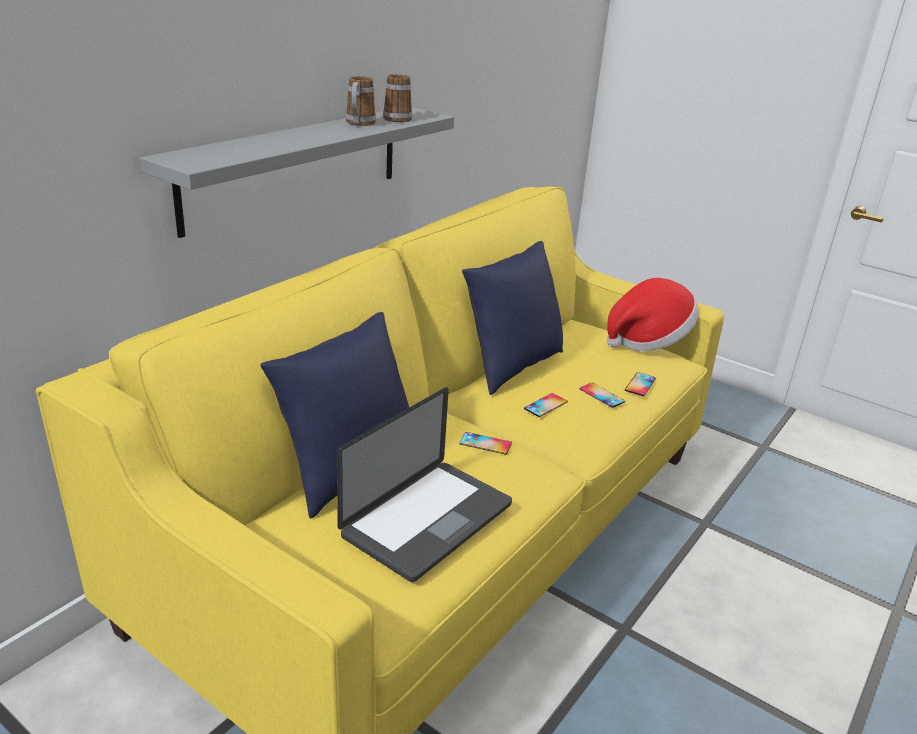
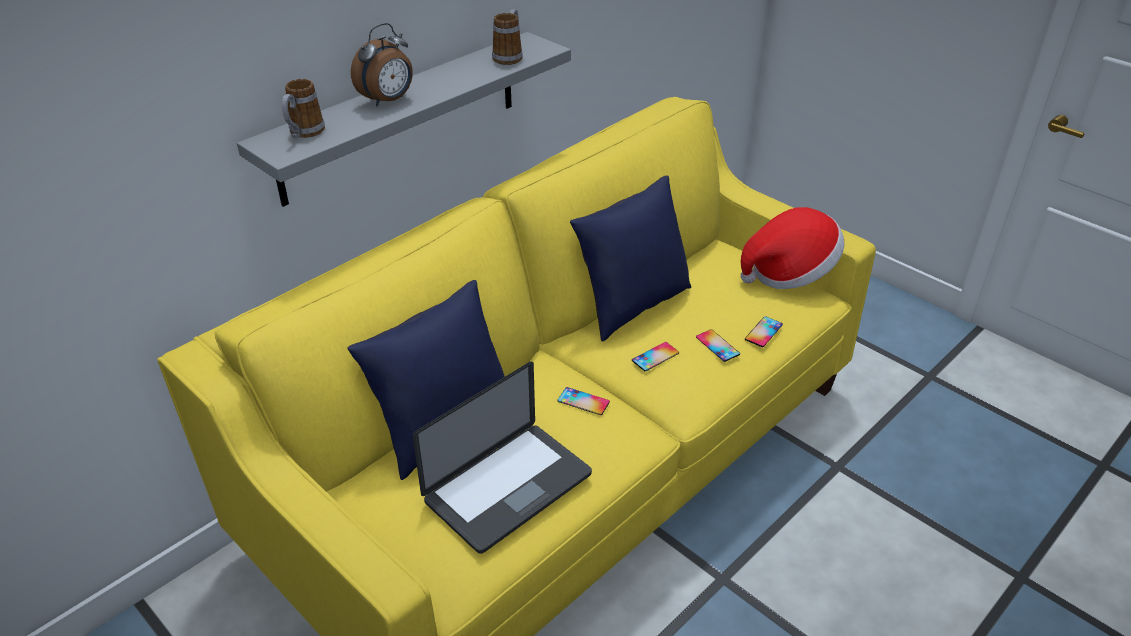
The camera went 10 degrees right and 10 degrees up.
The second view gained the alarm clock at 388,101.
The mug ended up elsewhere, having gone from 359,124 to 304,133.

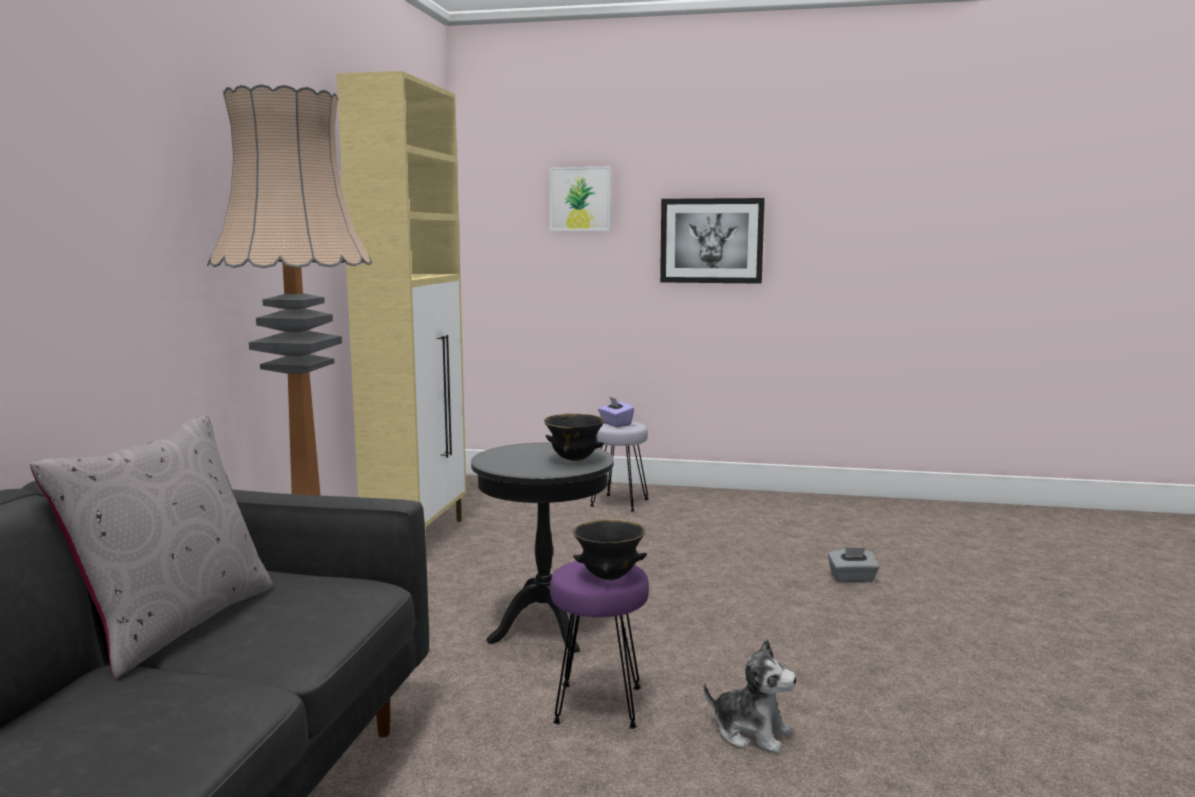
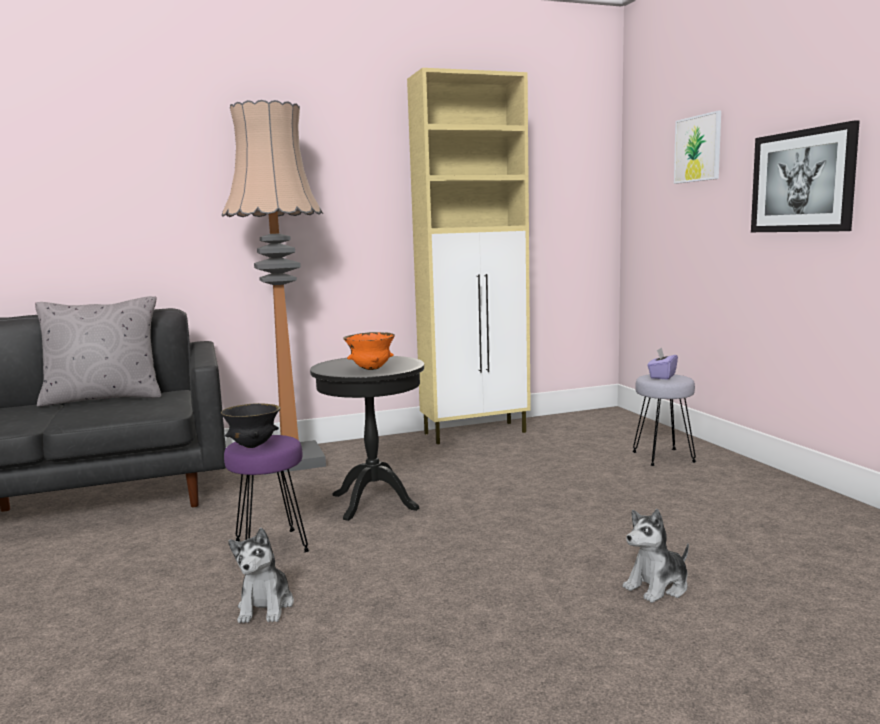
The camera went 60 degrees right and 0 degrees up.
Where the tissue box/grey stood at 852,579, the plush toy came to stand at 657,587.
What was the bowl/black at 573,460 turned into the bowl/orange at 371,369.

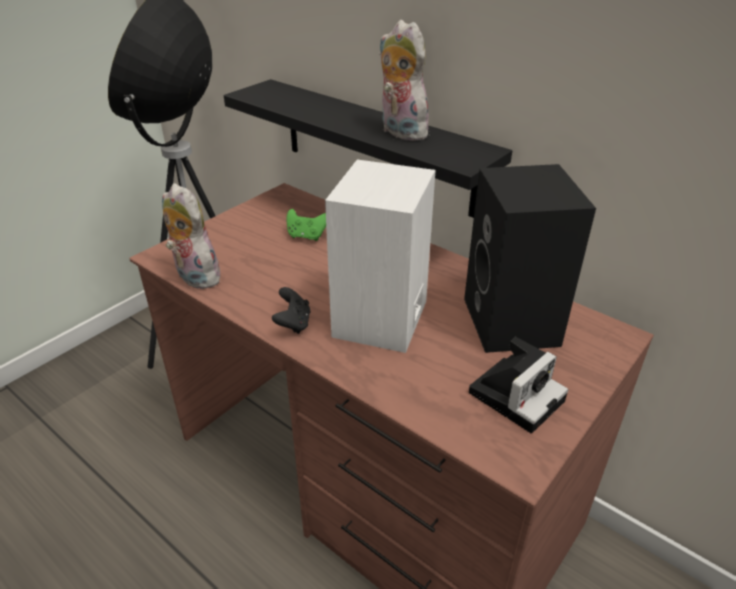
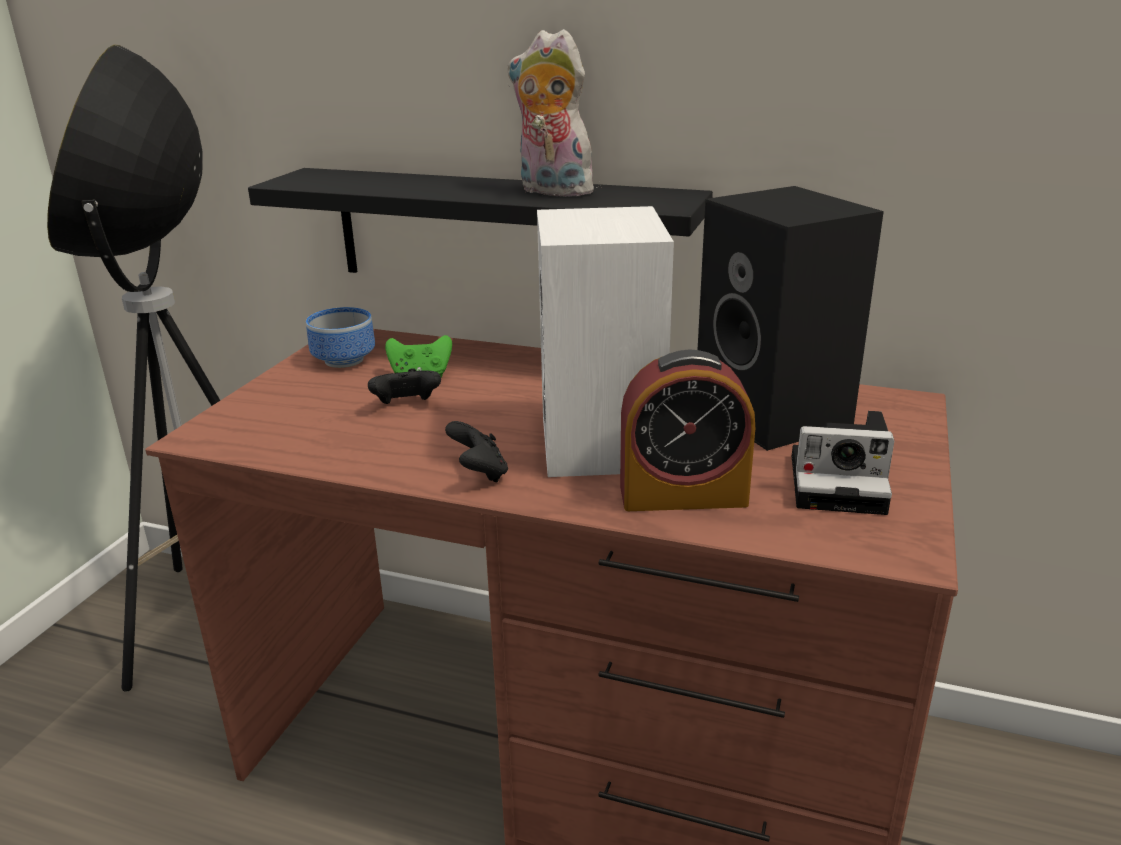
The camera went 20 degrees left and 10 degrees down.
The second view lost the plush toy at 194,277.
The second view gained the bowl at 341,360.
The second view gained the game controller/black at 406,406.
The second view gained the alarm clock at 683,495.
The photo camera at 517,394 ended up facing another way, 75 degrees clockwise from before.

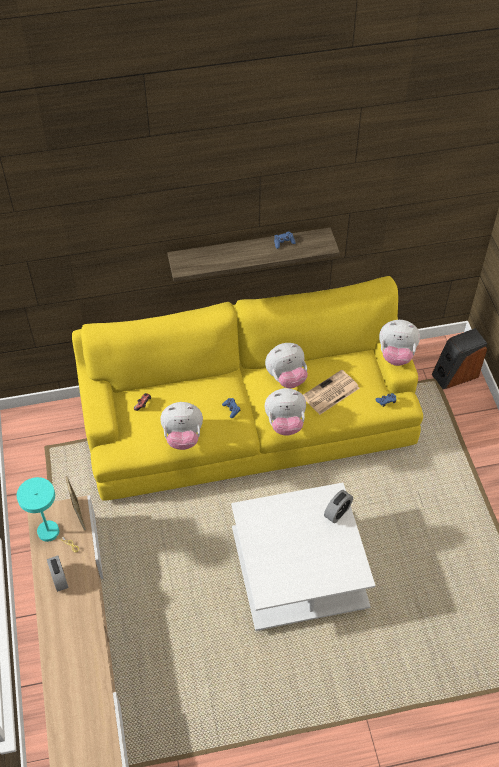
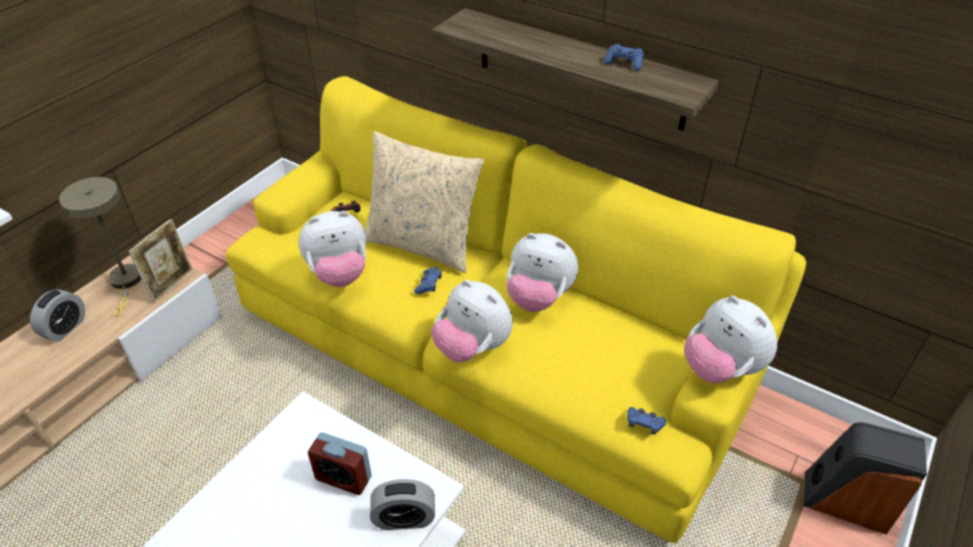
The camera went 45 degrees right and 10 degrees down.
The second view lost the newspaper at 330,393.
The second view gained the alarm clock at 343,478.
The second view gained the pillow/beige at 422,244.
What was the table lamp/turquoise at 52,533 turned into the table lamp/beige at 126,282.
The plush toy at 183,437 ended up facing another way, 60 degrees counterclockwise from before.

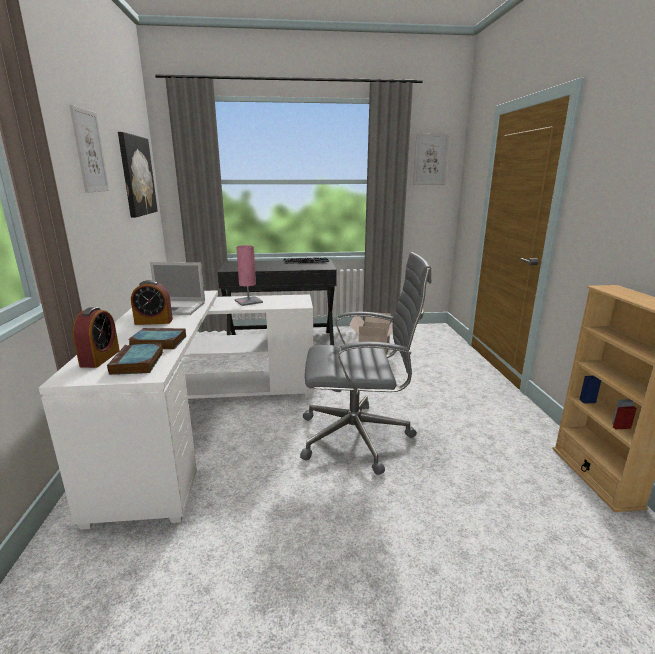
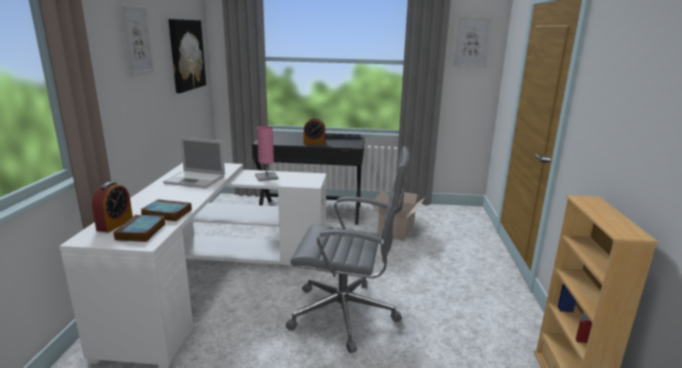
The camera went 10 degrees right and 0 degrees up.
The alarm clock ended up elsewhere, having gone from 154,321 to 314,143.

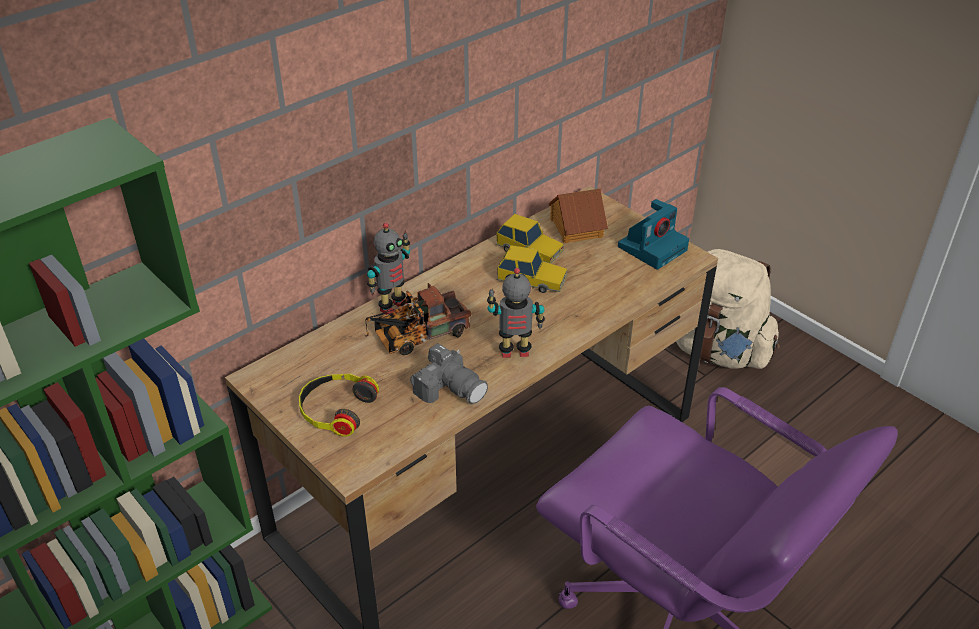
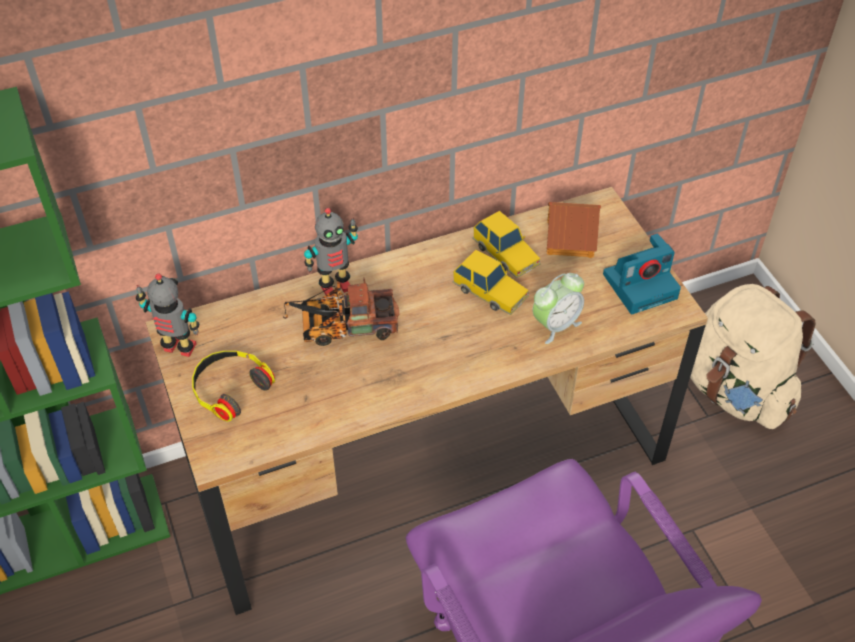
The camera went 20 degrees right and 10 degrees up.
The second view lost the photo camera at 450,388.
The second view gained the alarm clock at 555,325.
The toy robot ended up elsewhere, having gone from 515,353 to 179,349.

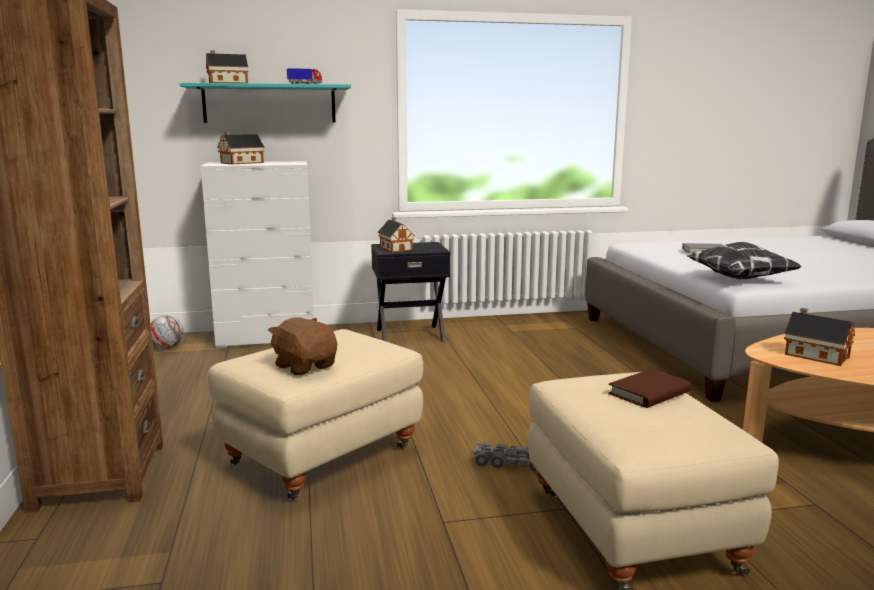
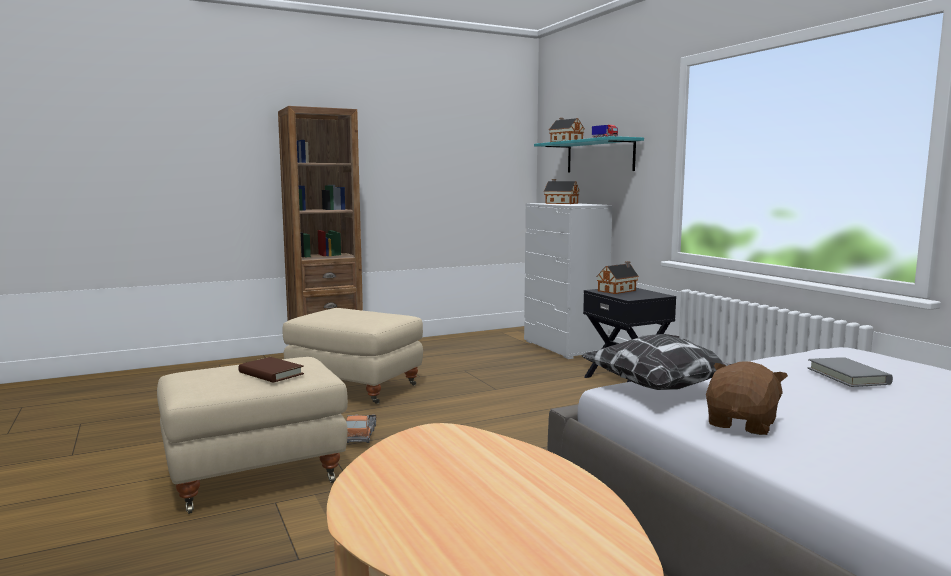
The camera went 75 degrees right and 5 degrees down.
The second view lost the football at 167,348.
The second view lost the toy house at 814,355.
The plush toy/brown ended up elsewhere, having gone from 305,366 to 742,424.

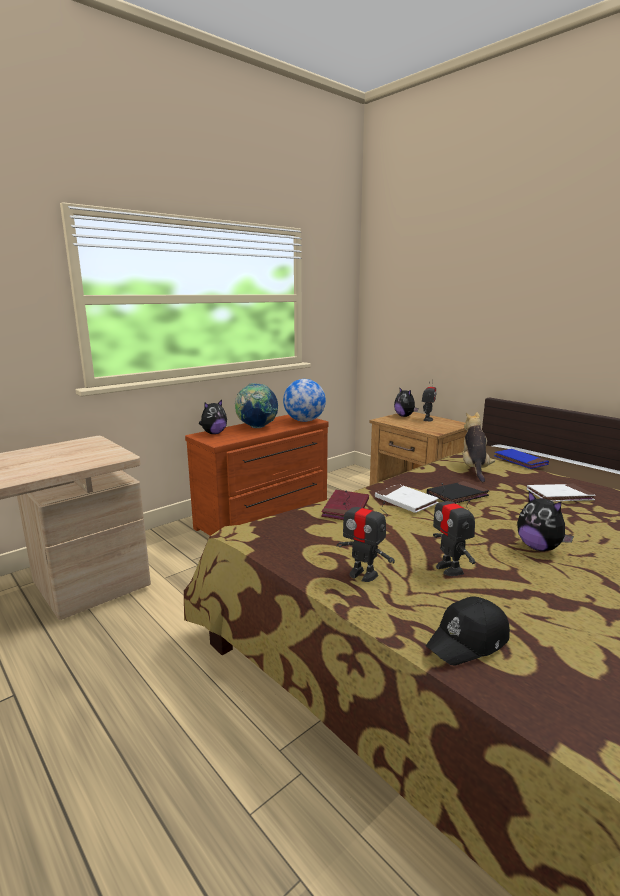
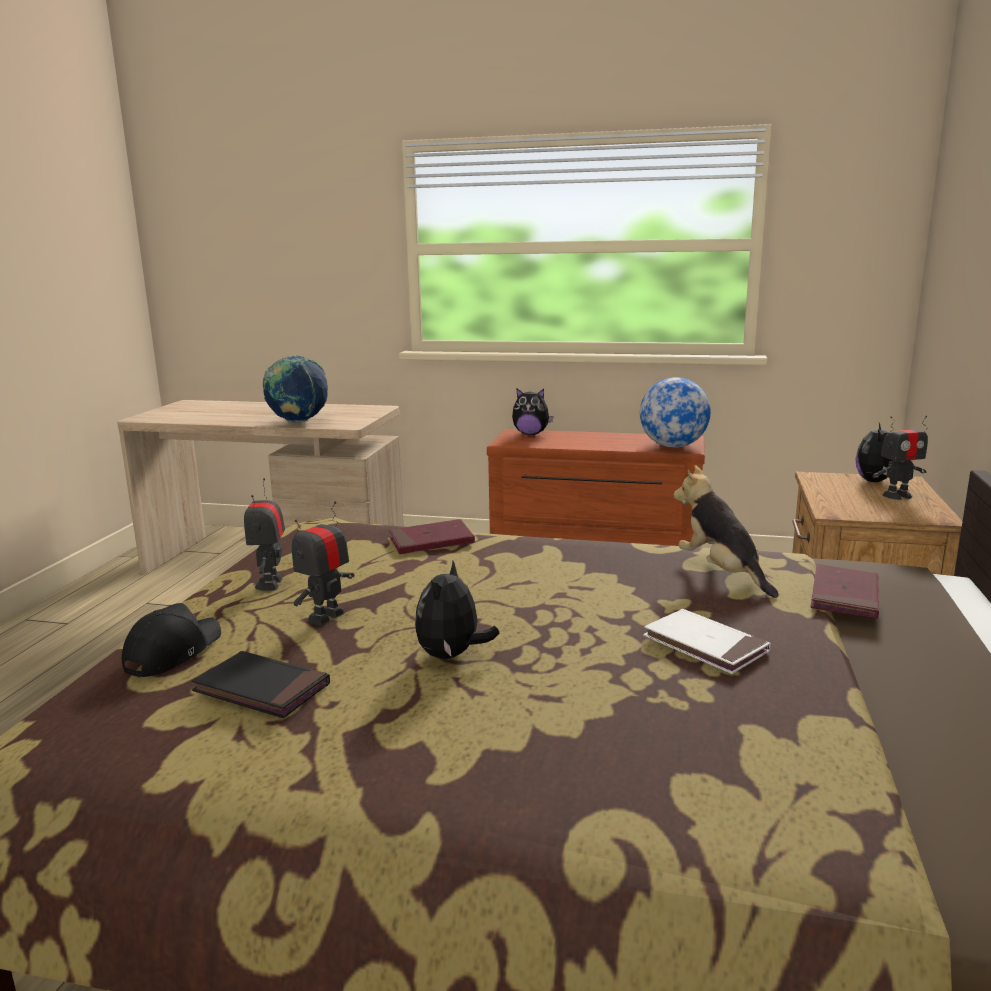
The camera went 55 degrees right and 0 degrees up.
The second view lost the book/white at 406,501.
The globe ended up elsewhere, having gone from 256,427 to 298,422.
The book/black ended up elsewhere, having gone from 457,495 to 262,689.
What was the book/blue at 520,461 turned into the book/red at 844,596.
The cap/black at 469,641 ended up facing another way, 90 degrees clockwise from before.
The plush toy at 474,469 ended up facing another way, 90 degrees counterclockwise from before.

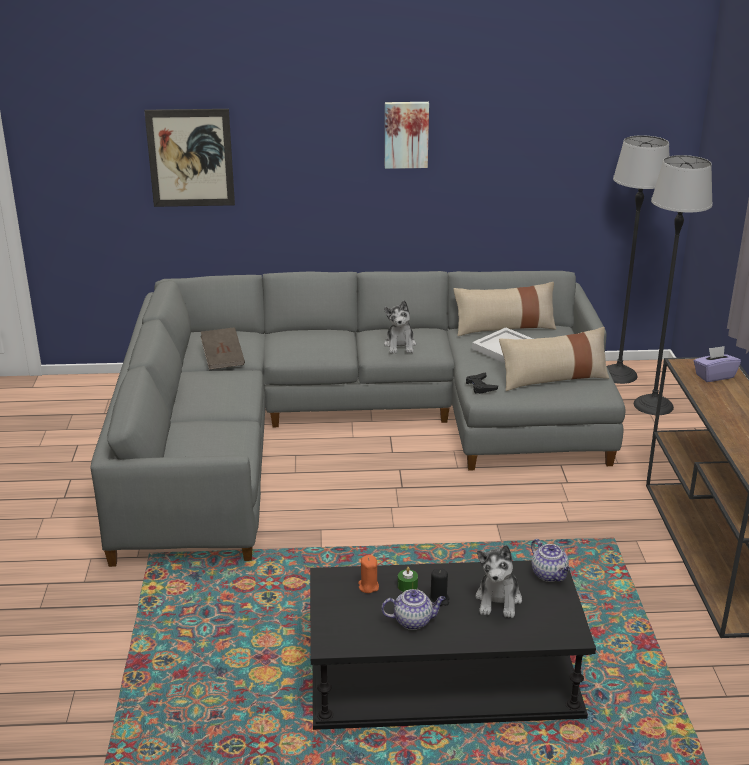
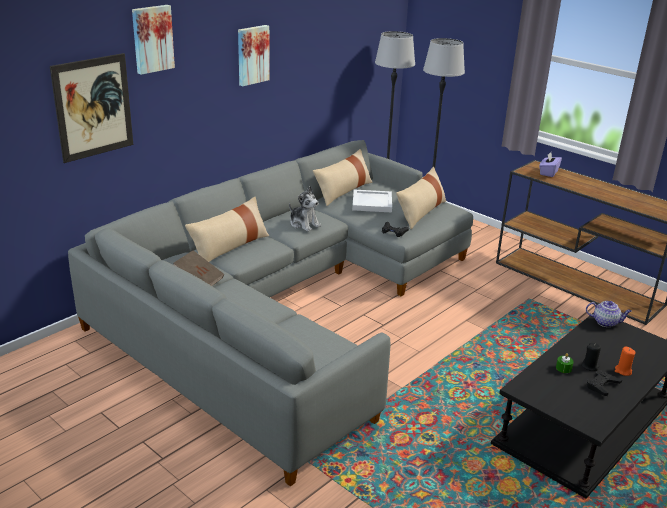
The camera went 45 degrees left and 0 degrees up.
The second view lost the plush toy at 498,600.
The second view gained the picture at 152,39.
The second view gained the pillow/beige at 230,247.
The candle/orange ended up elsewhere, having gone from 368,586 to 623,371.
Where the teapot stood at 413,621, the game controller/black came to stand at 602,386.

